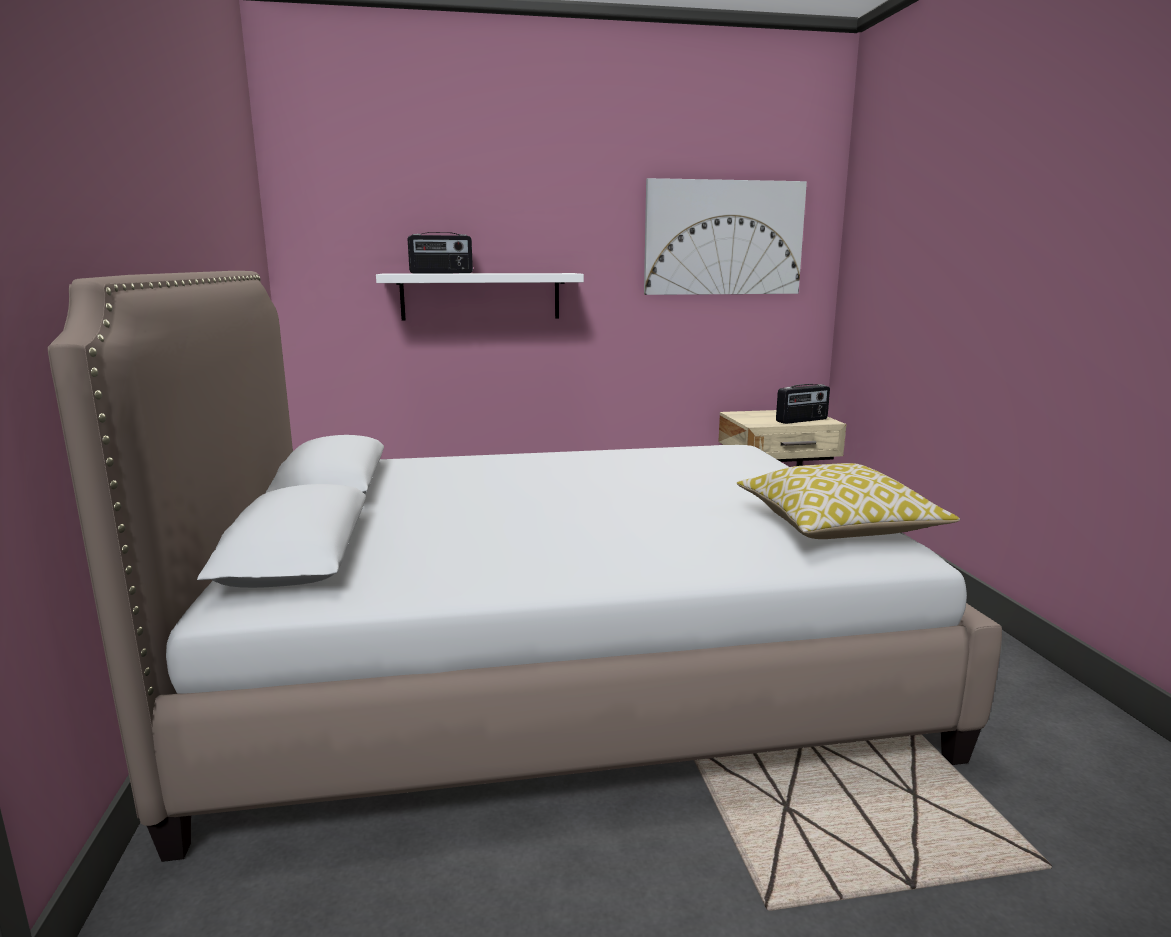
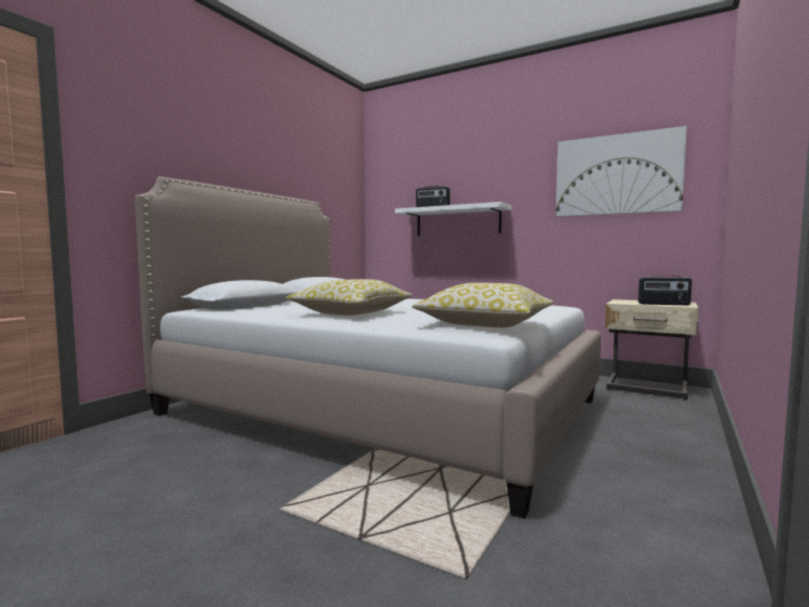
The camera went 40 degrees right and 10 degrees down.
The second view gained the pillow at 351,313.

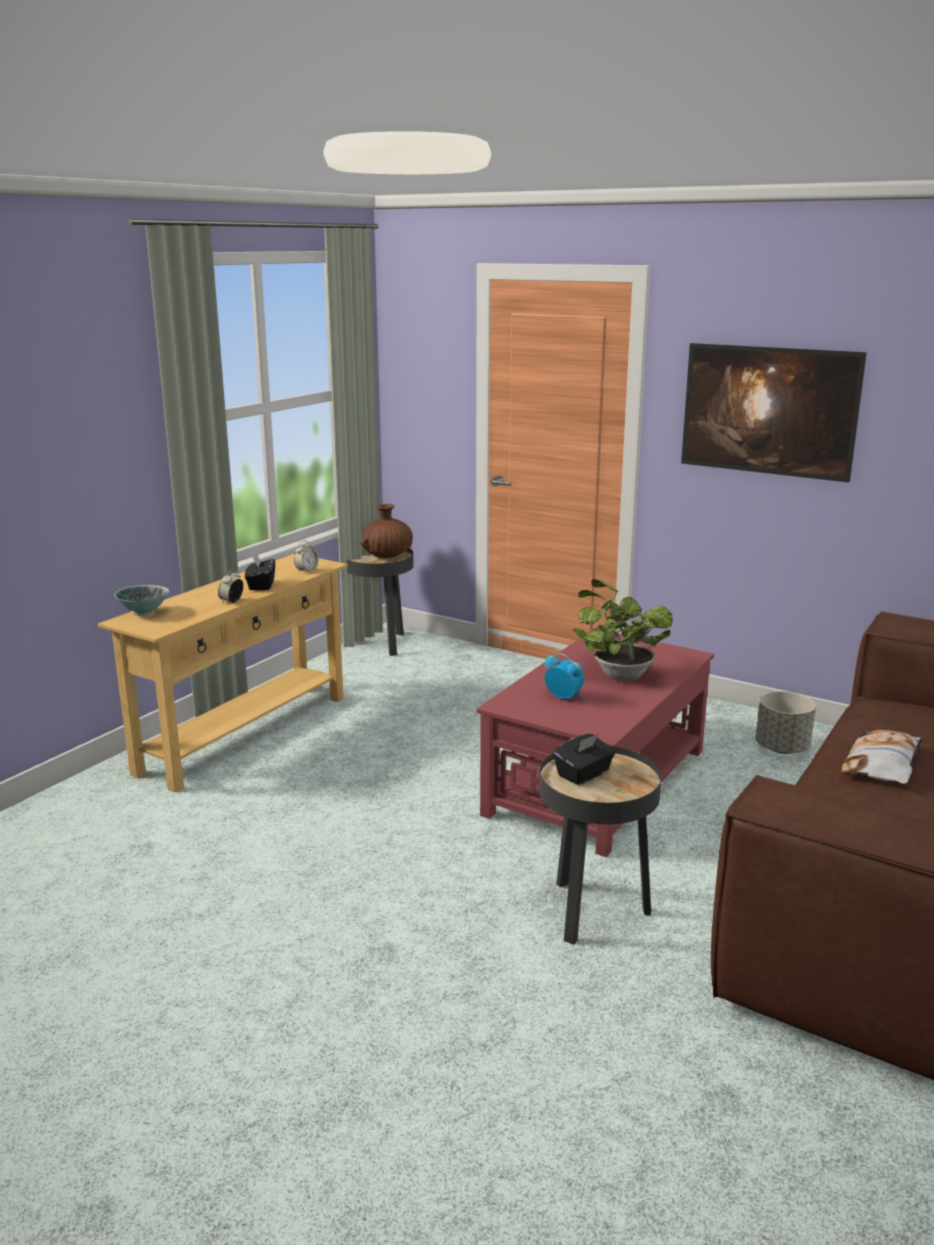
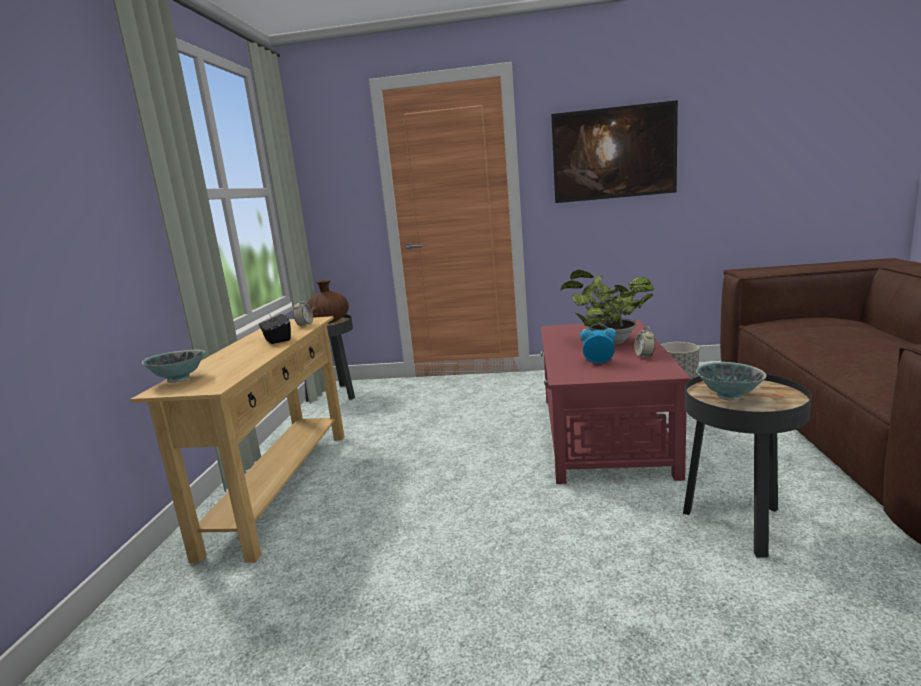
The camera went 25 degrees left and 5 degrees down.
The second view lost the pillow at 882,765.
The alarm clock ended up elsewhere, having gone from 231,601 to 644,356.
Where the tissue box/black stood at 584,774, the bowl came to stand at 728,396.

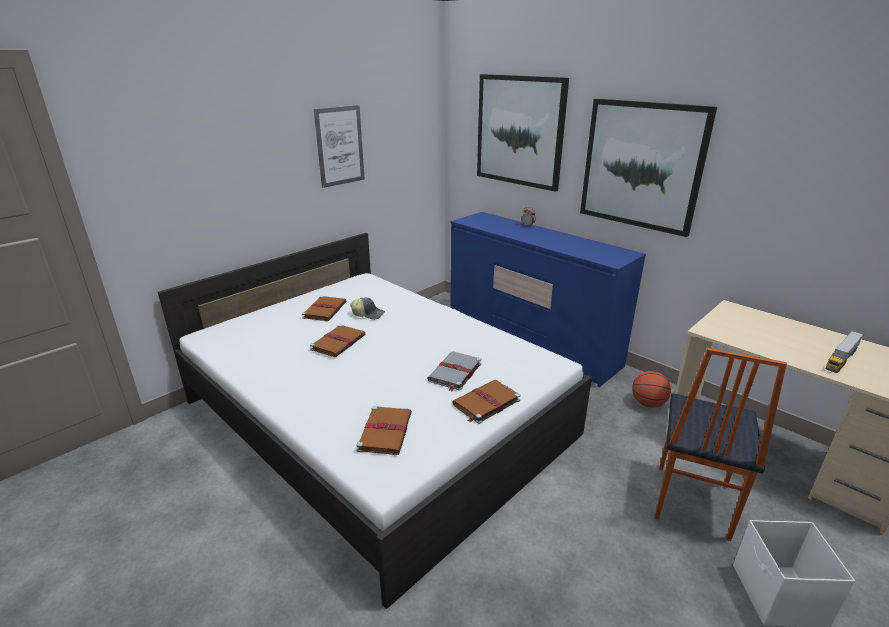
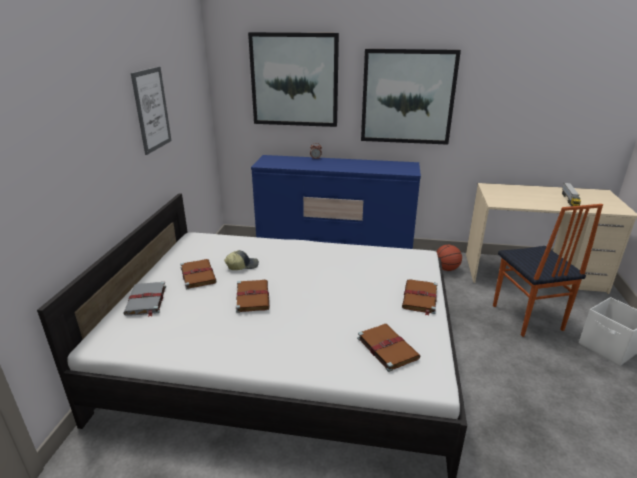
The camera went 35 degrees left and 0 degrees up.
The book/grey ended up elsewhere, having gone from 454,373 to 146,301.

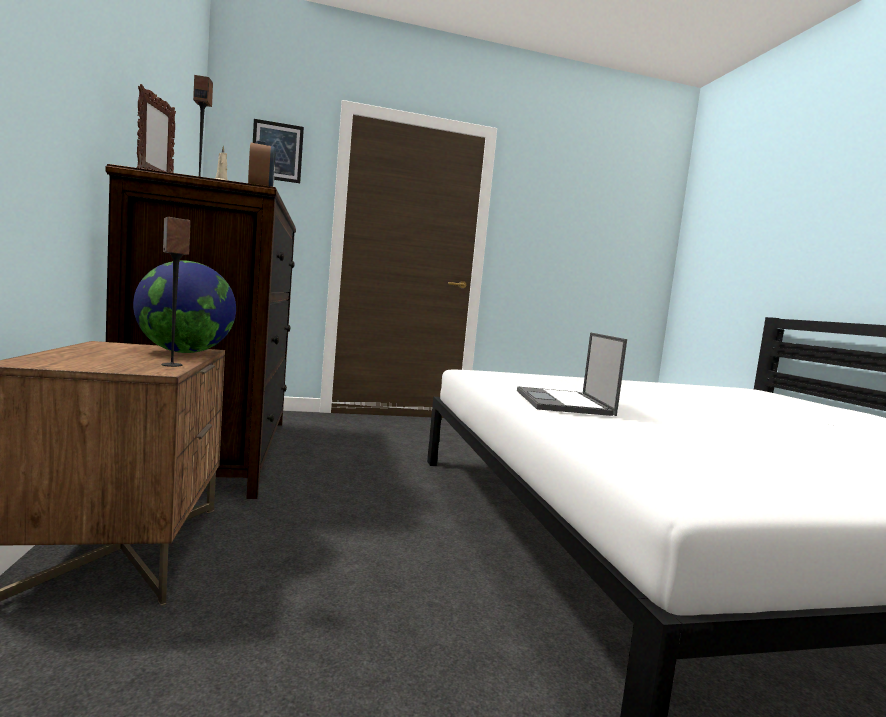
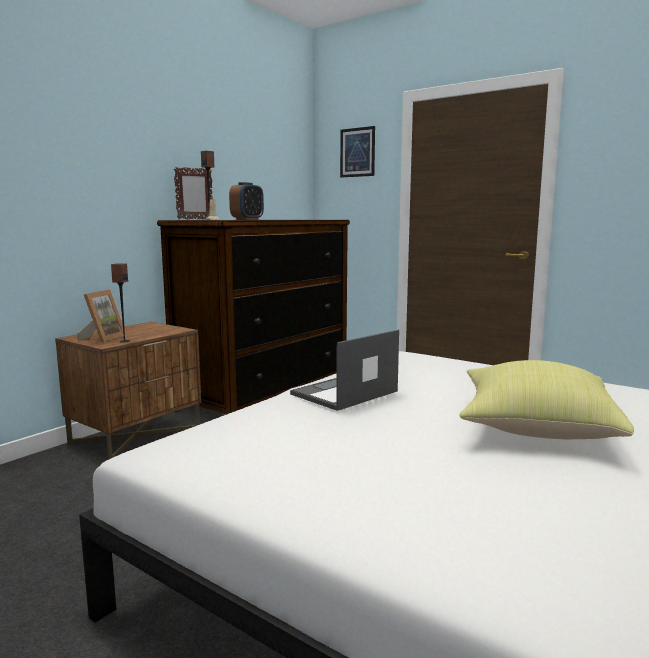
The camera went 50 degrees right and 5 degrees up.
The second view lost the globe at 185,352.
The second view gained the picture frame at 103,338.
The second view gained the pillow/yellow at 534,428.

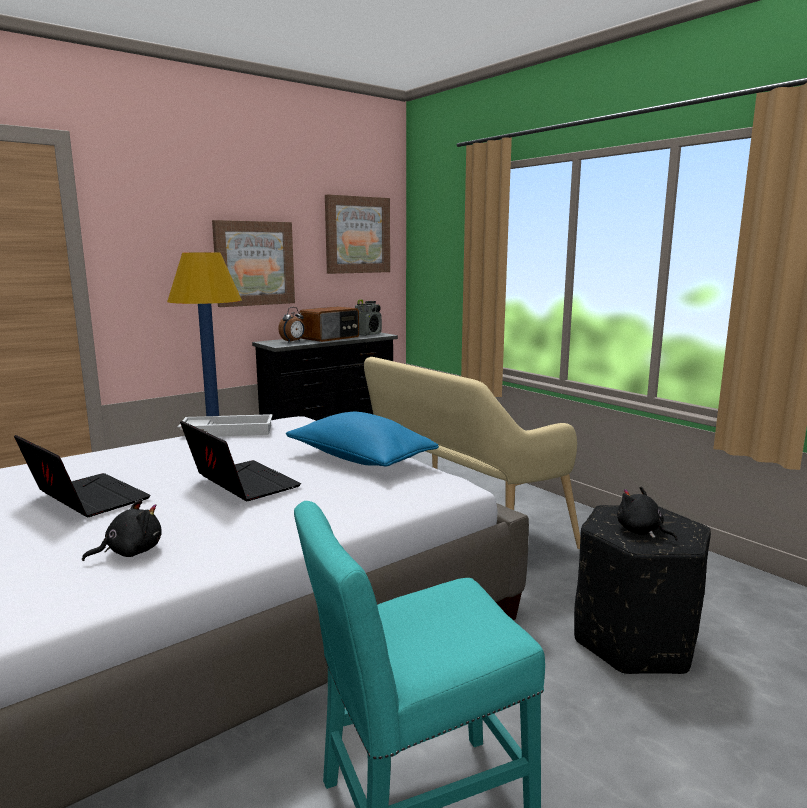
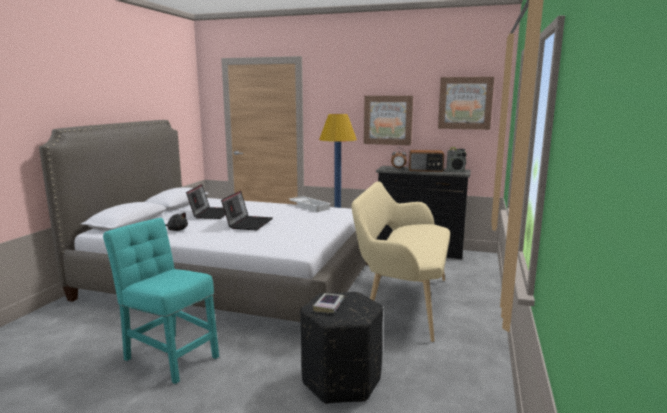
The camera went 55 degrees right and 0 degrees up.
The second view lost the pillow/blue at 360,460.
Where the plush toy/black stood at 641,531, the book came to stand at 329,305.

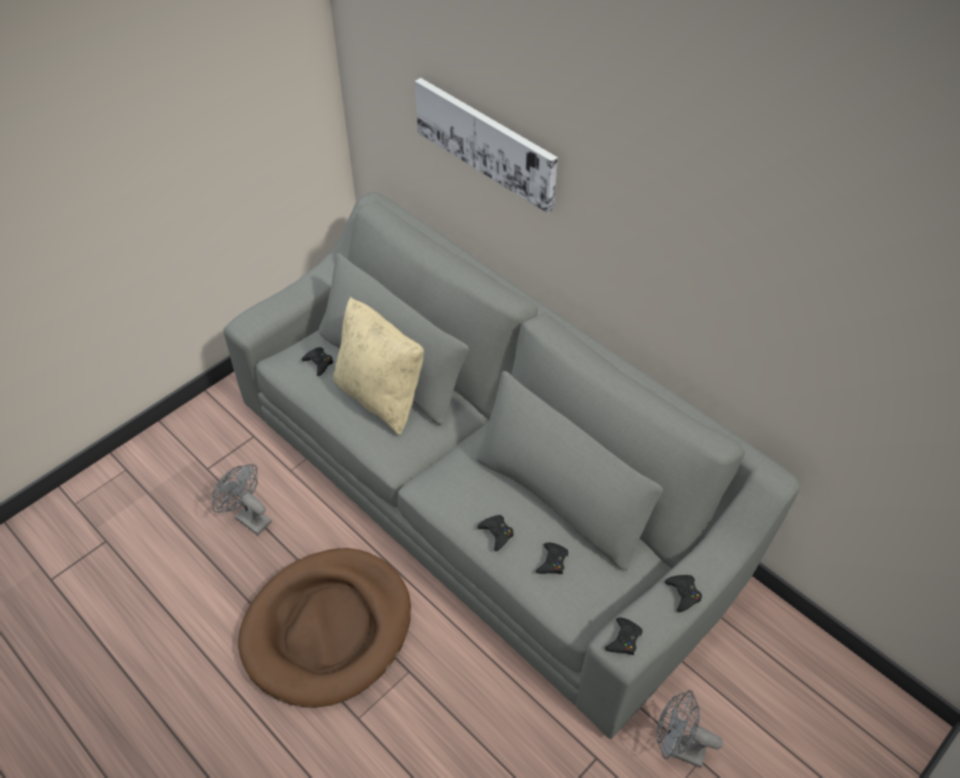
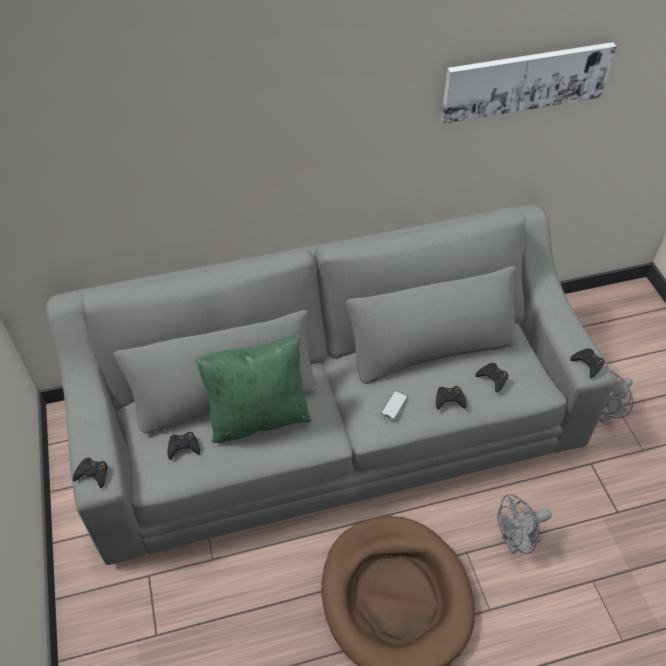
The camera went 60 degrees left and 0 degrees up.
The second view gained the phone at 394,405.
The fan/grey ended up elsewhere, having gone from 248,517 to 516,542.
The picture ended up elsewhere, having gone from 486,142 to 525,81.
The game controller/black ended up elsewhere, having gone from 683,594 to 93,474.
What was the pillow/beige at 381,396 turned into the pillow/green at 258,416.

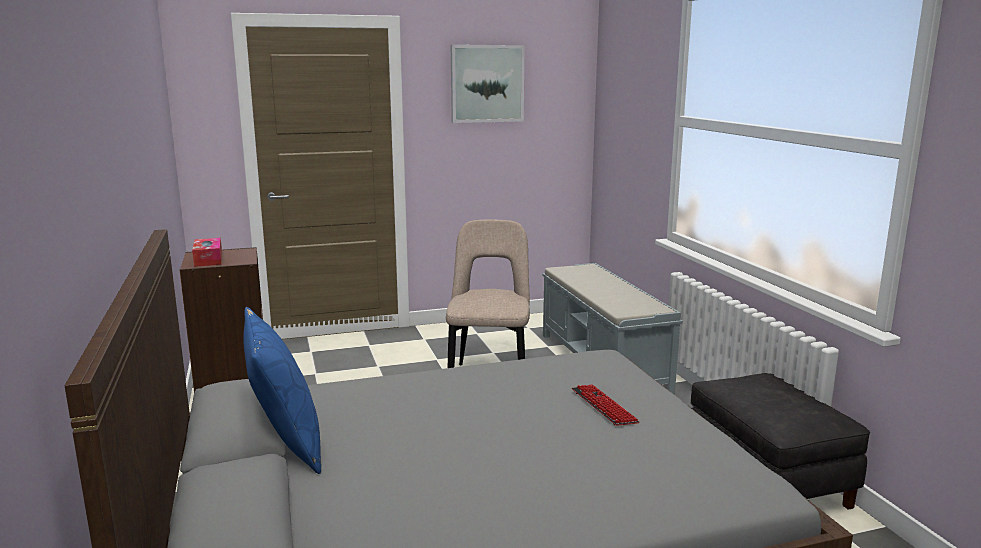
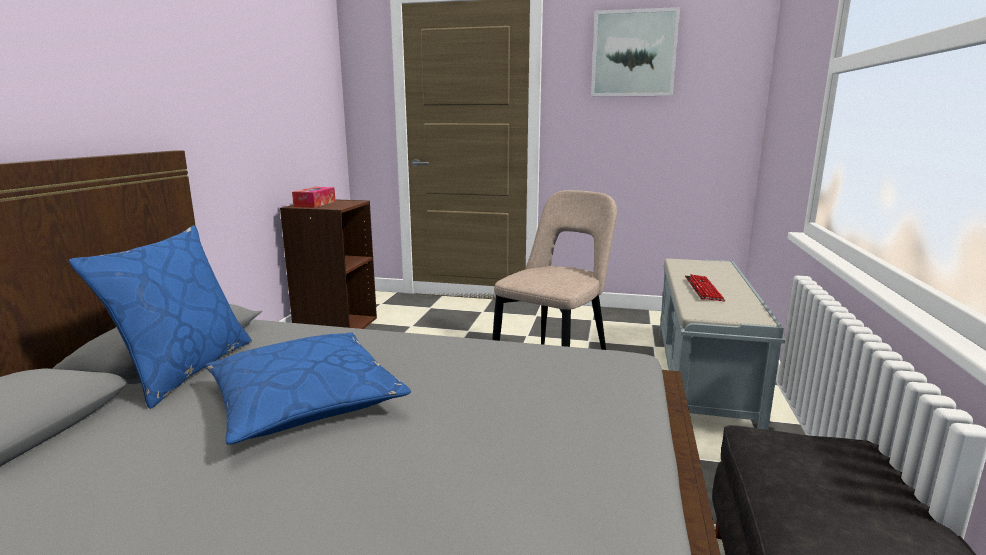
The camera went 30 degrees right and 0 degrees up.
The second view gained the pillow/blue at 304,401.
The keyboard ended up elsewhere, having gone from 603,406 to 703,289.

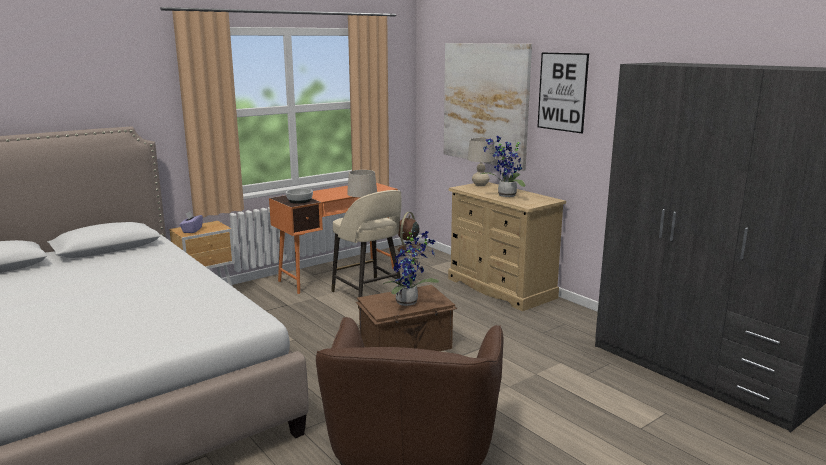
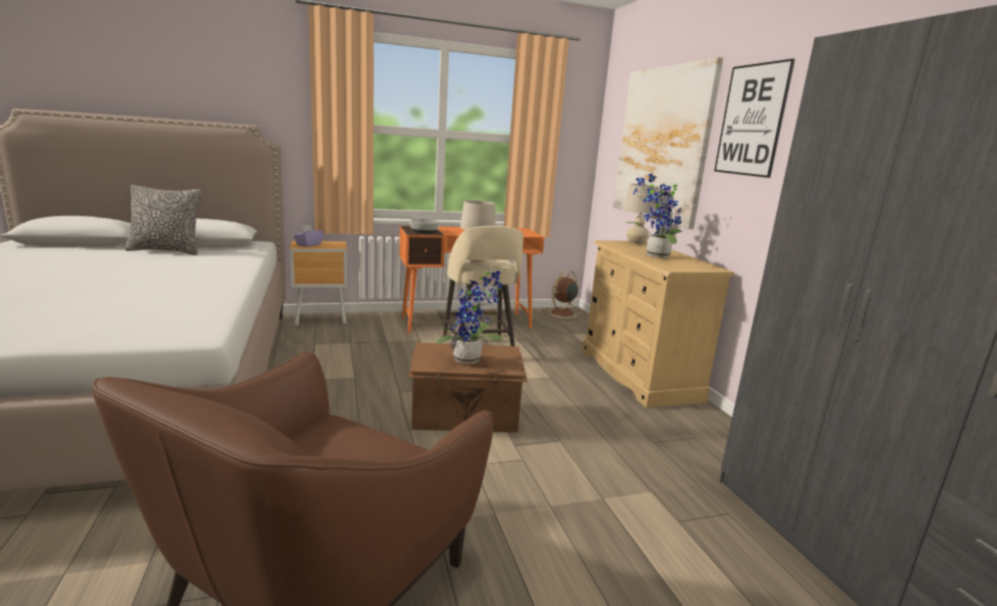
The camera went 20 degrees right and 0 degrees up.
The second view gained the pillow at 167,251.

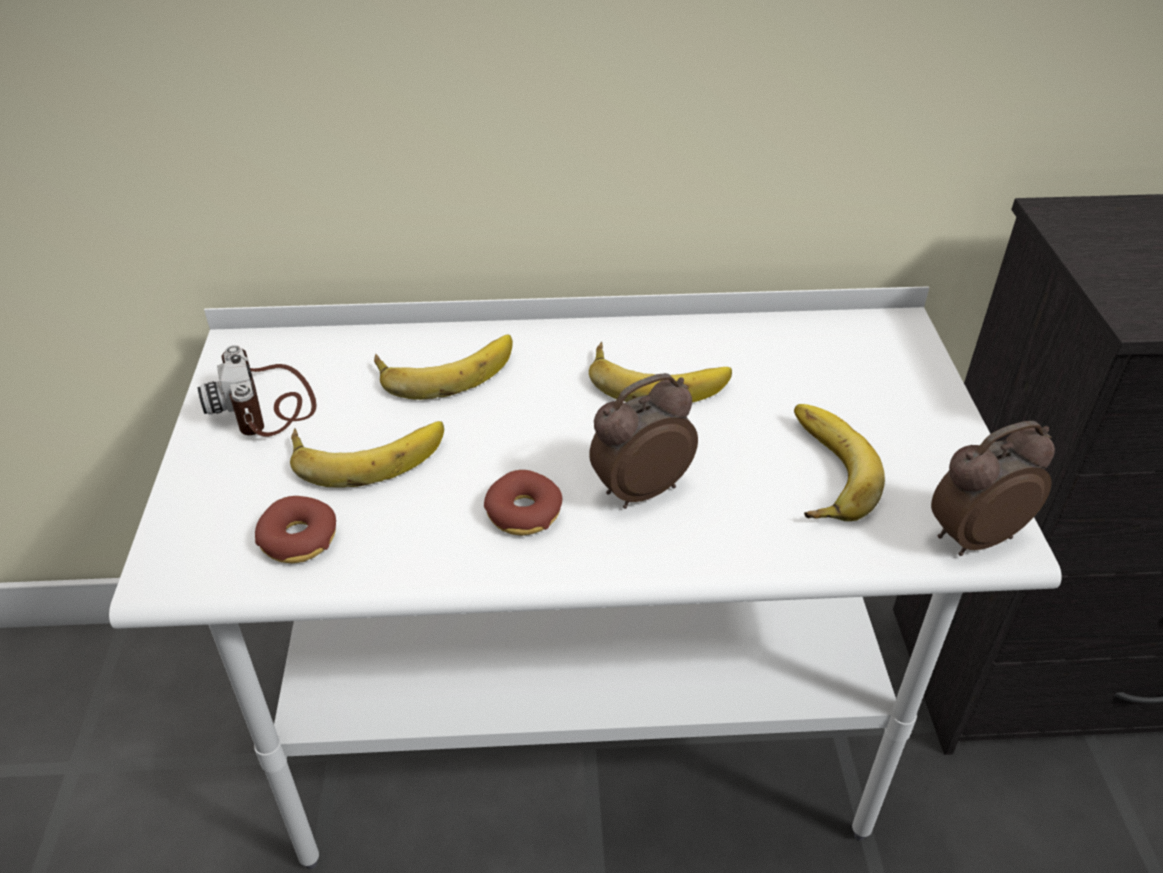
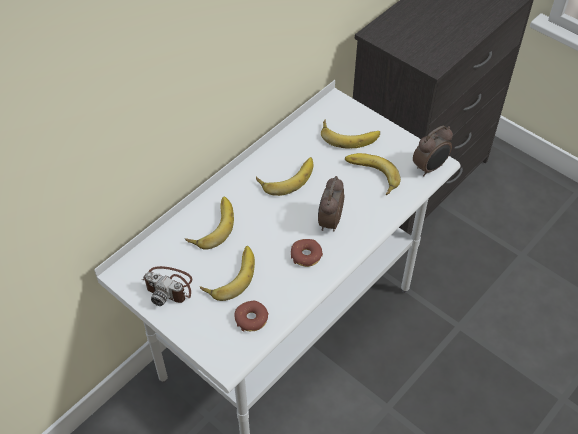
The camera went 45 degrees left and 10 degrees up.
The second view gained the banana at 349,135.
The alarm clock at 972,537 ended up facing another way, 150 degrees counterclockwise from before.

